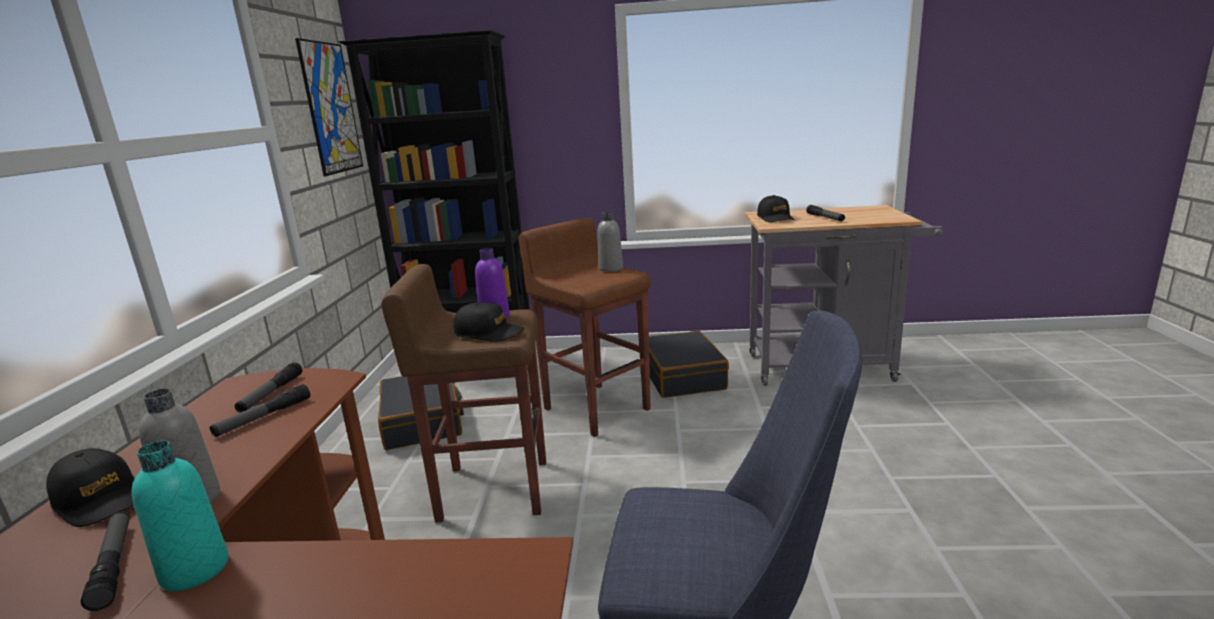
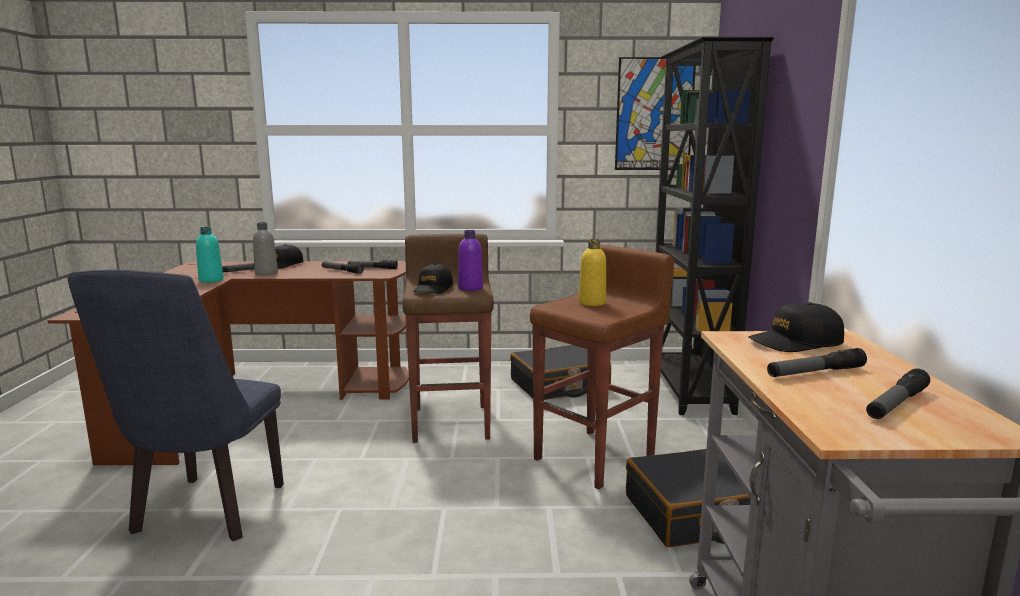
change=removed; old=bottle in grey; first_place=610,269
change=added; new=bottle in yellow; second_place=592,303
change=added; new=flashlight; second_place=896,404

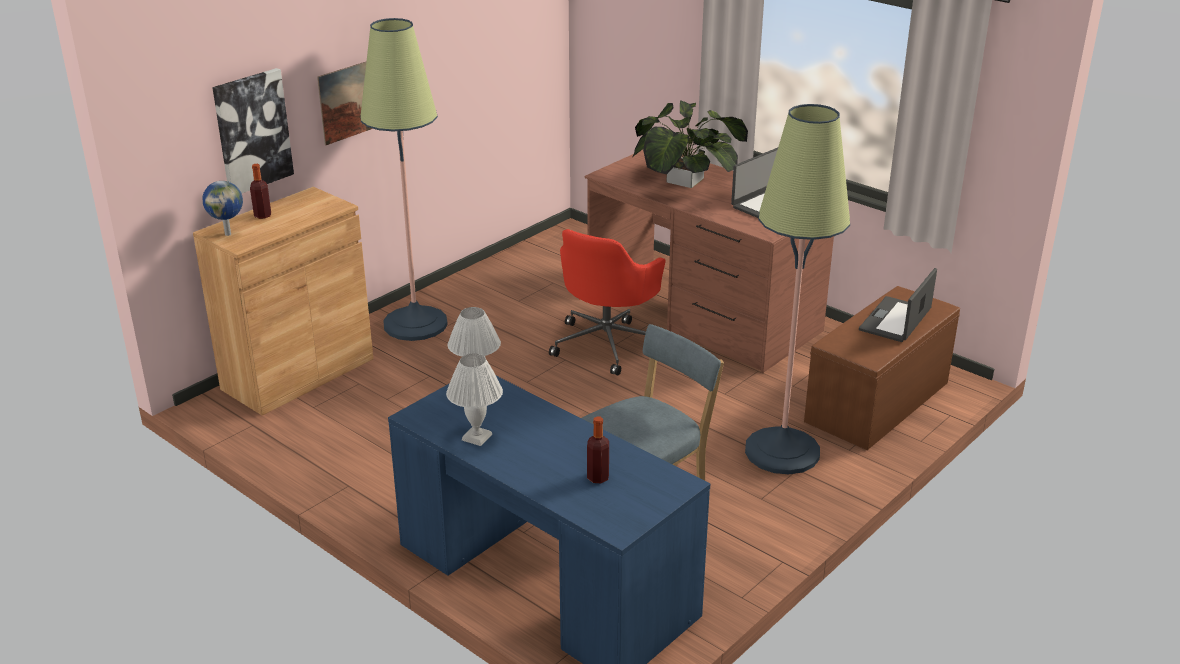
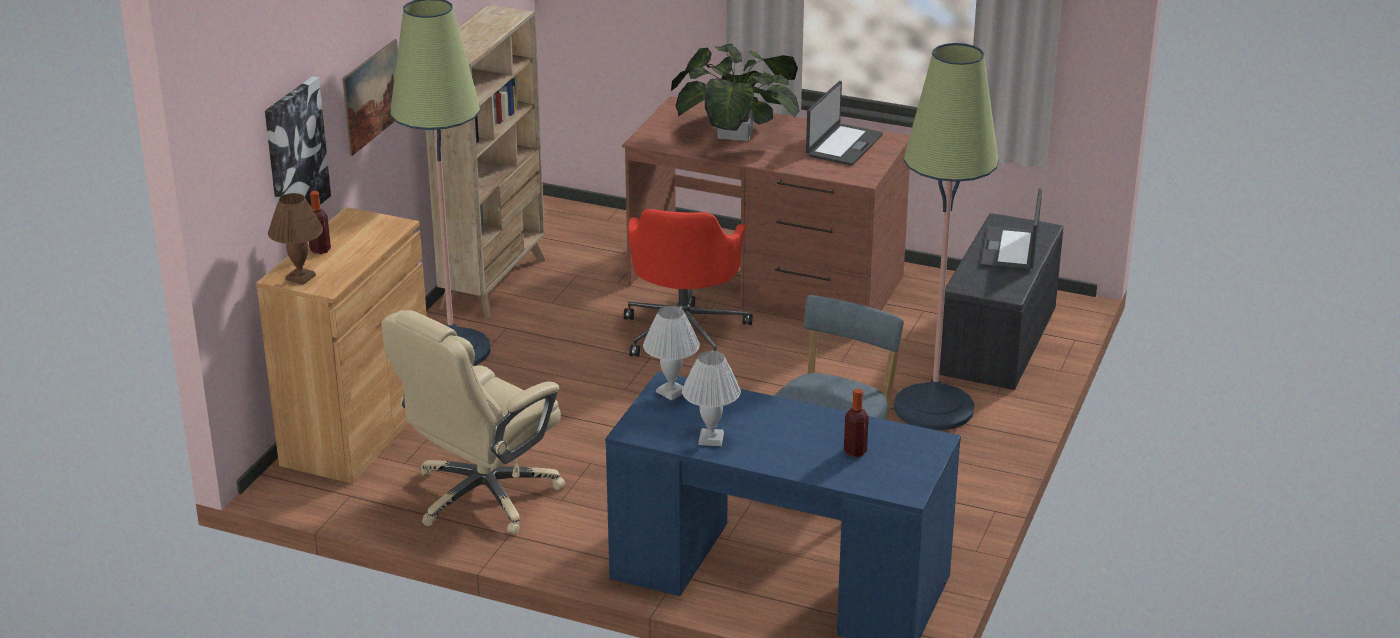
change=added; new=office chair in beige; second_place=482,496
change=added; new=bookcase in beige; second_place=494,283
change=replaced; old=globe; new=table lamp in brown; first_place=228,233; second_place=300,277
change=recoloured; old=bench in brown; new=bench in grey; first_place=878,403; second_place=999,341

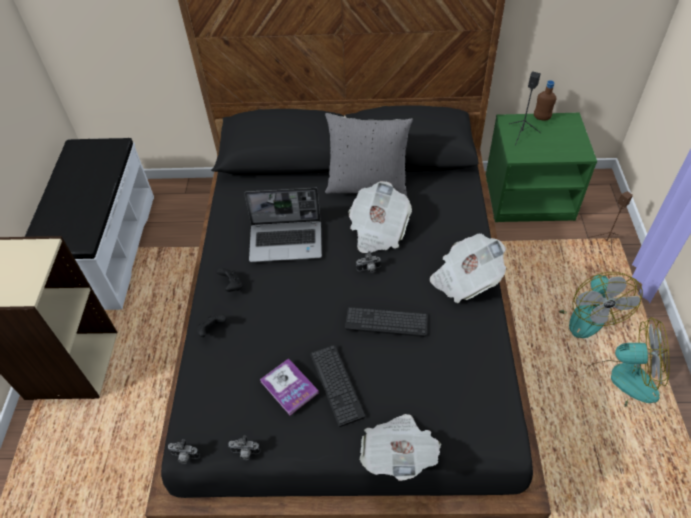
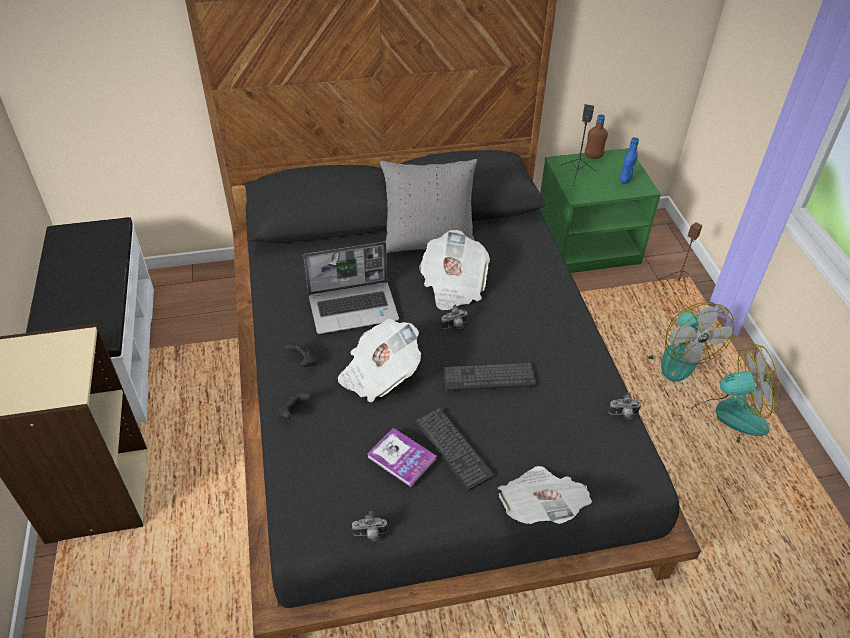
change=added; new=bottle in blue; second_place=625,180
change=moved; old=photo camera; first_place=184,457; second_place=623,415
change=moved; old=newspaper; first_place=465,279; second_place=379,374

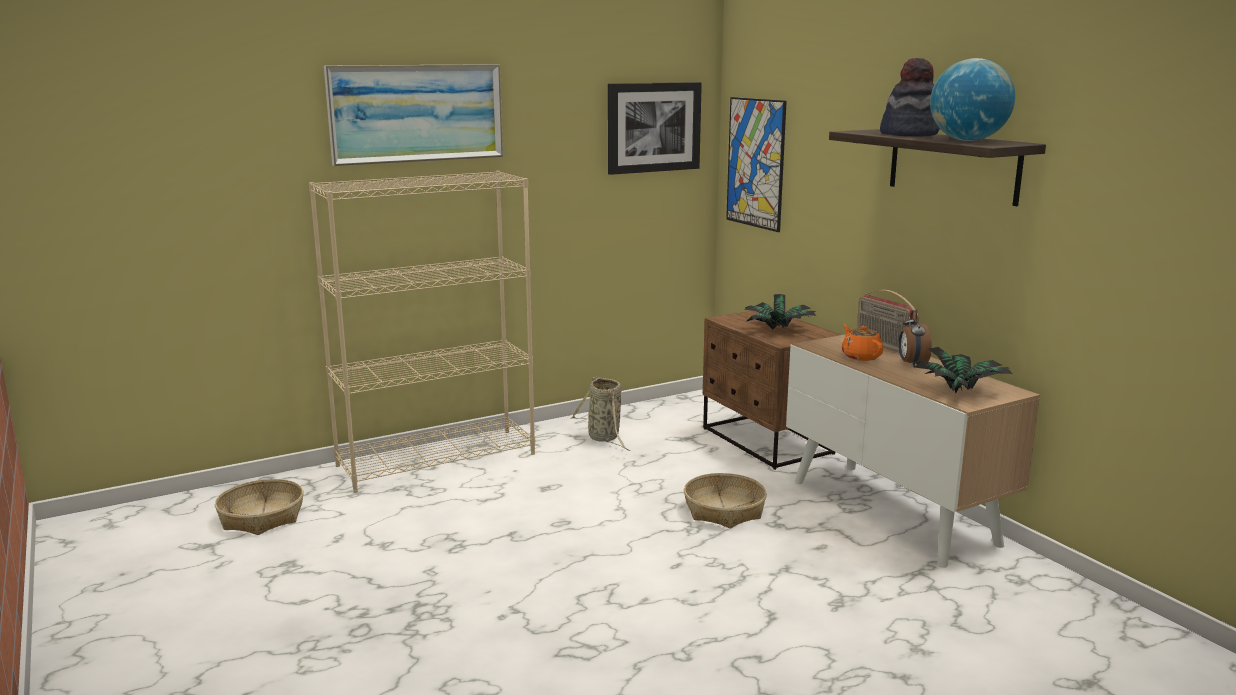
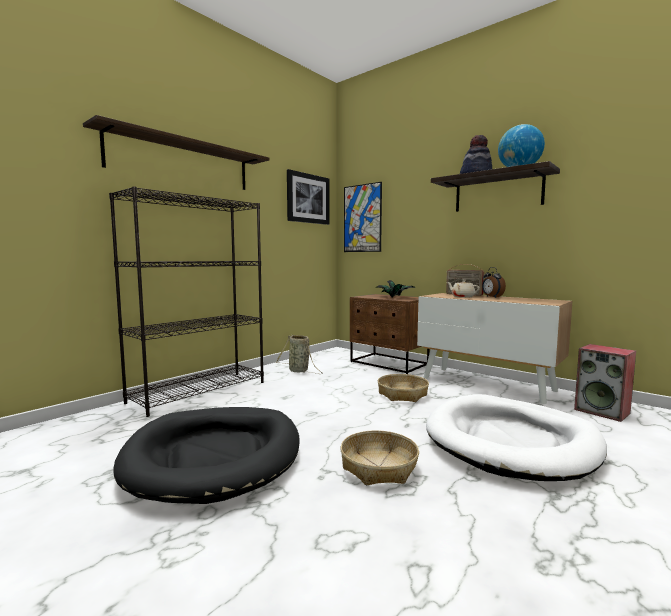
change=removed; old=potted plant; first_place=961,392
change=added; new=dog bed in black; second_place=214,456
change=added; new=dog bed in white; second_place=511,441
change=added; new=speaker; second_place=602,411
change=moved; old=basket; first_place=262,517; second_place=378,467
change=replaced; old=picture; new=shelf; first_place=416,113; second_place=182,162
change=recoloured; old=bookcase in beige; new=bookcase in black; first_place=437,459; second_place=199,391
change=recoloured; old=teapot in orange; new=teapot in beige; first_place=861,356; second_place=462,297

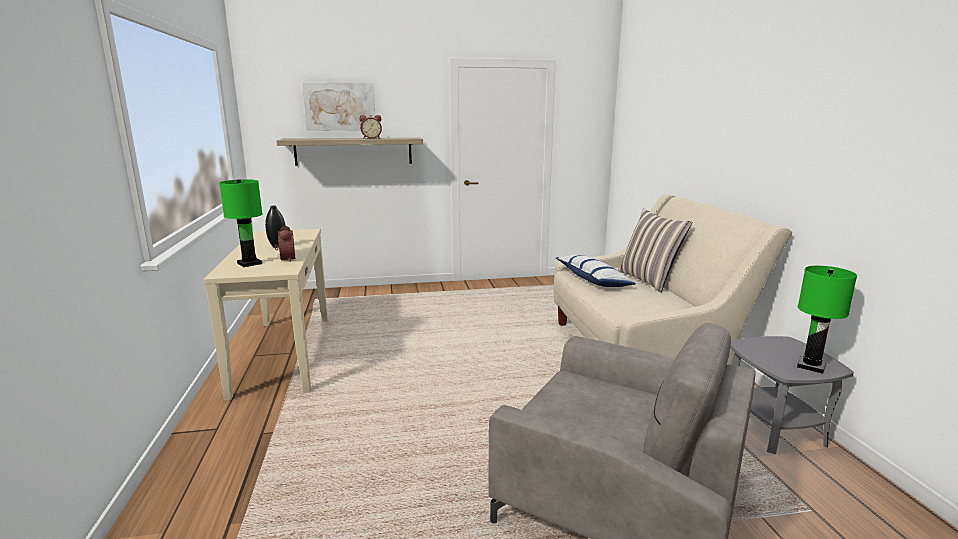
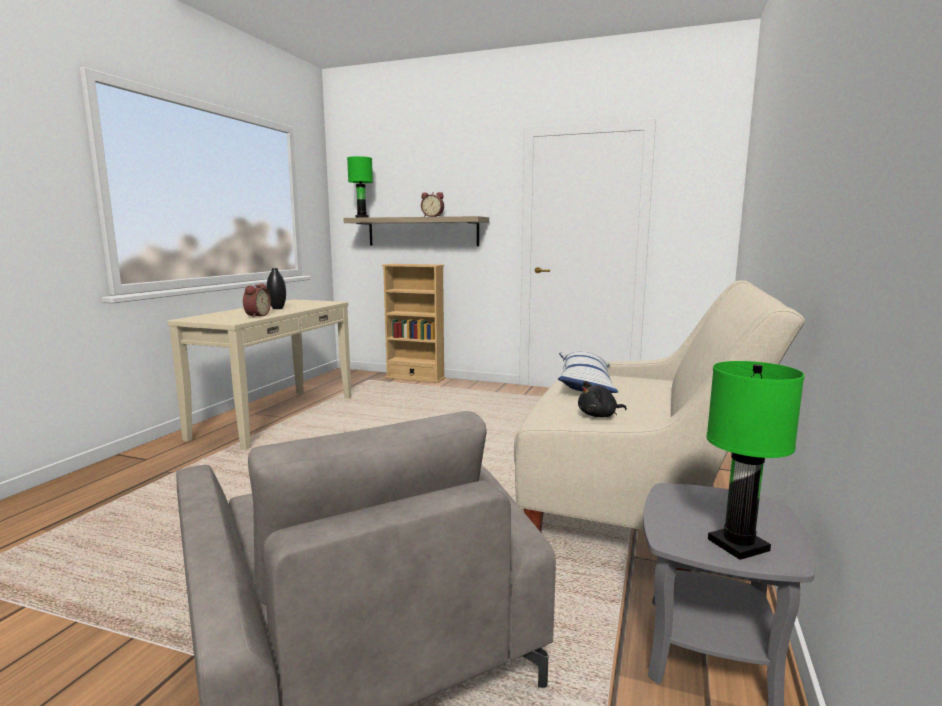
change=removed; old=picture; first_place=340,107
change=removed; old=pillow; first_place=648,280
change=added; new=bookcase in beige; second_place=415,378
change=added; new=plush toy in black; second_place=599,416
change=moved; old=table lamp in green; first_place=249,263; second_place=361,217

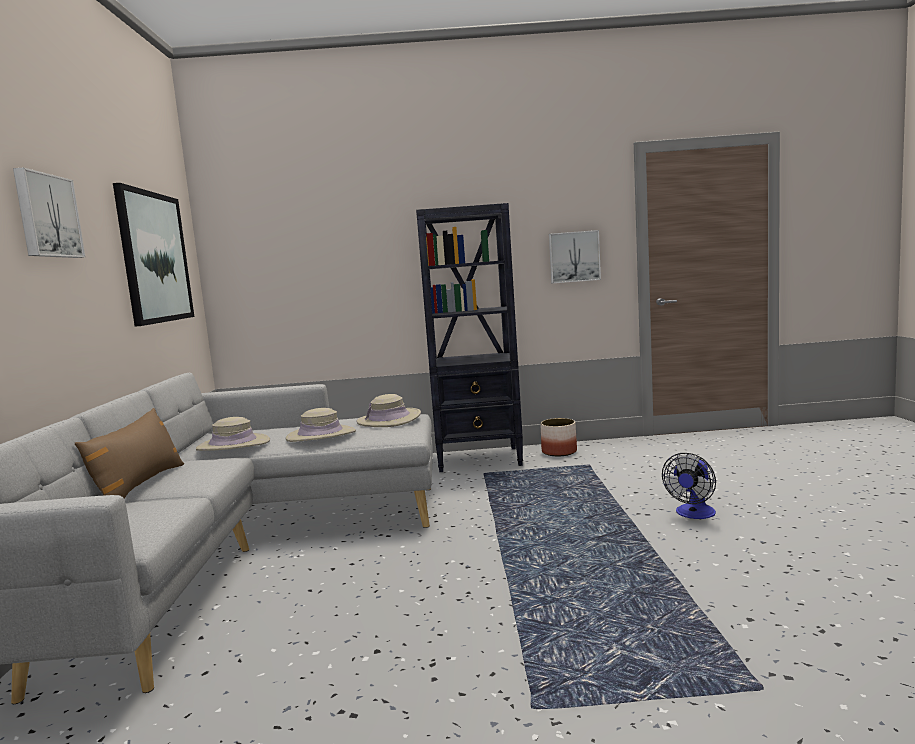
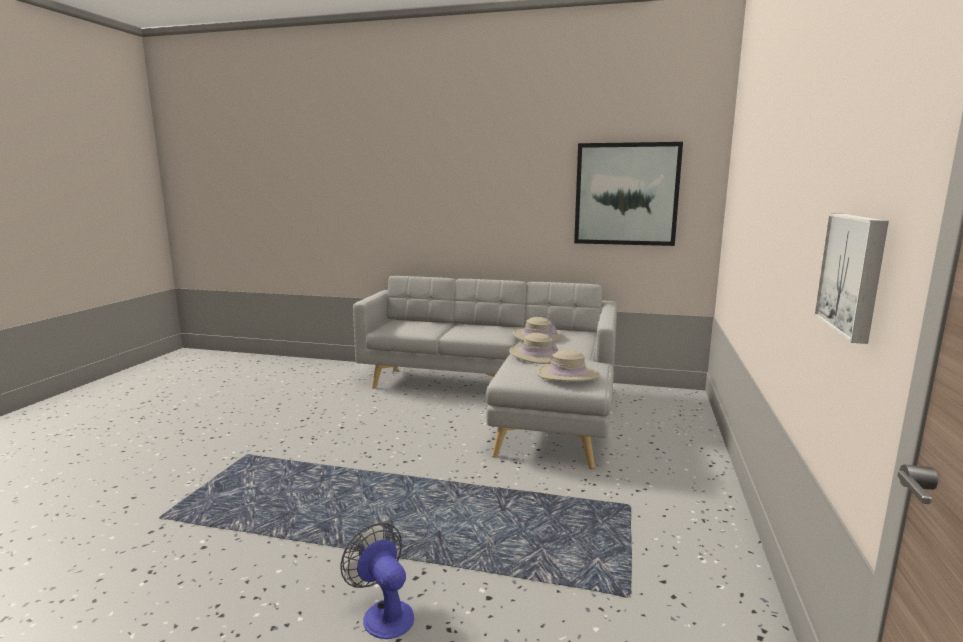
change=removed; old=picture; first_place=46,216
change=removed; old=pillow in brown; first_place=139,486
change=removed; old=bookcase in black; first_place=480,459
change=removed; old=planter; first_place=559,452

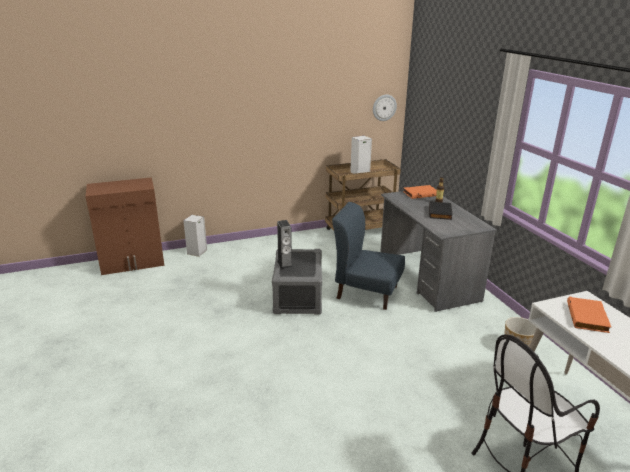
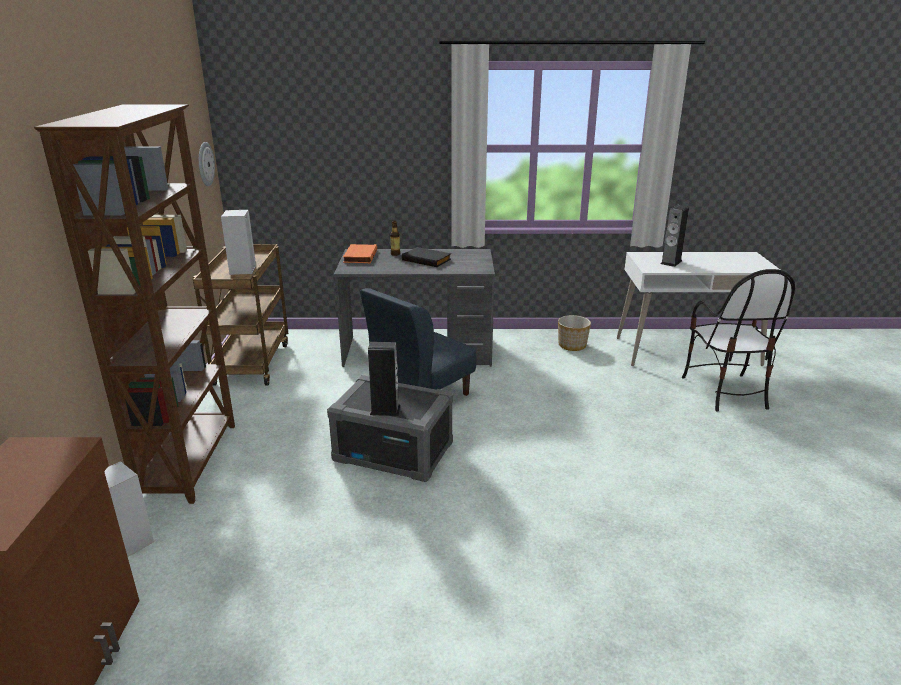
change=added; new=bookcase in brown; second_place=191,460
change=replaced; old=book in orange; new=speaker; first_place=588,317; second_place=671,262

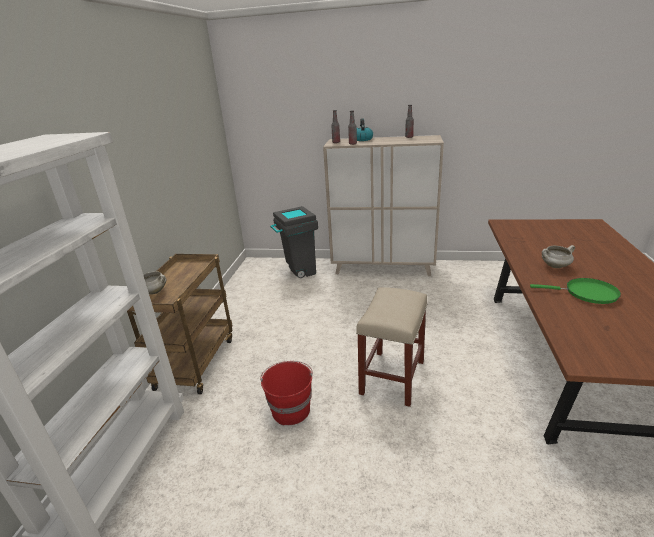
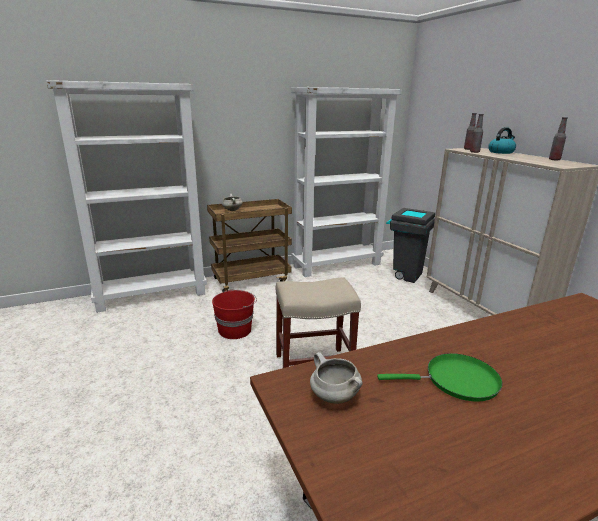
change=added; new=bookcase in white; second_place=337,265
change=moved; old=cooking pot in white; first_place=555,266; second_place=333,397
change=turned; old=frying pan in green; first_place=587,293; second_place=456,381; degrees=-75

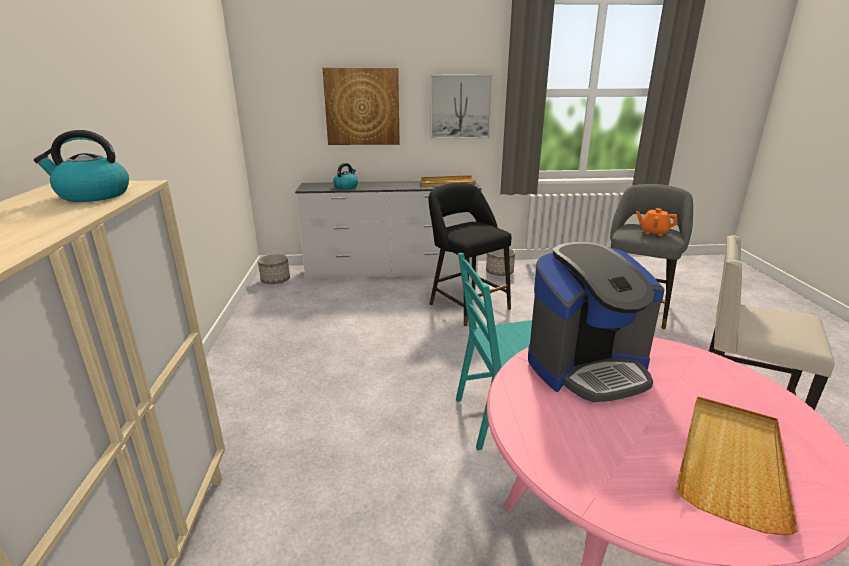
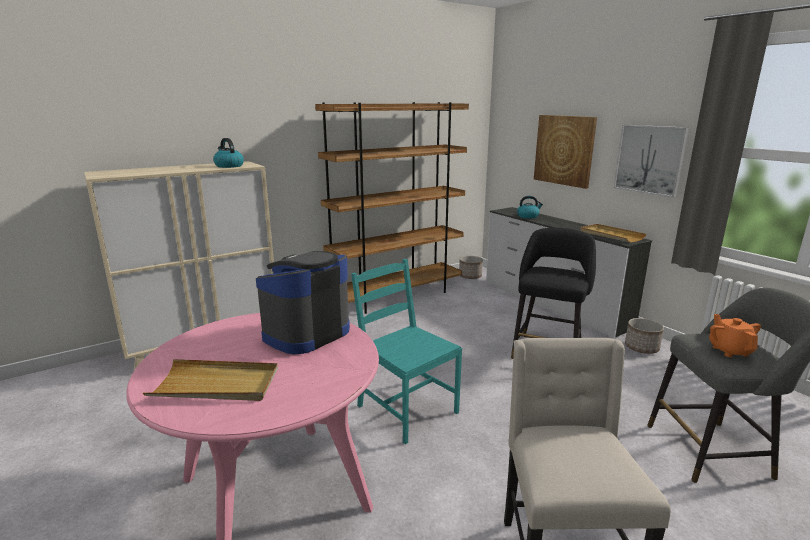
change=added; new=bookcase in brown; second_place=397,296
change=turned; old=coffee machine; first_place=587,367; second_place=305,333; degrees=90

